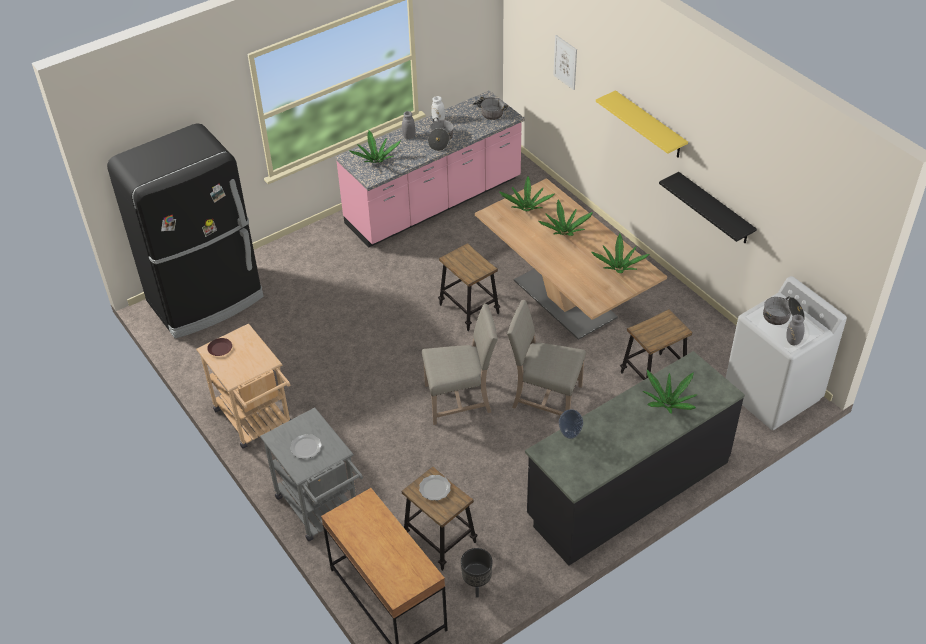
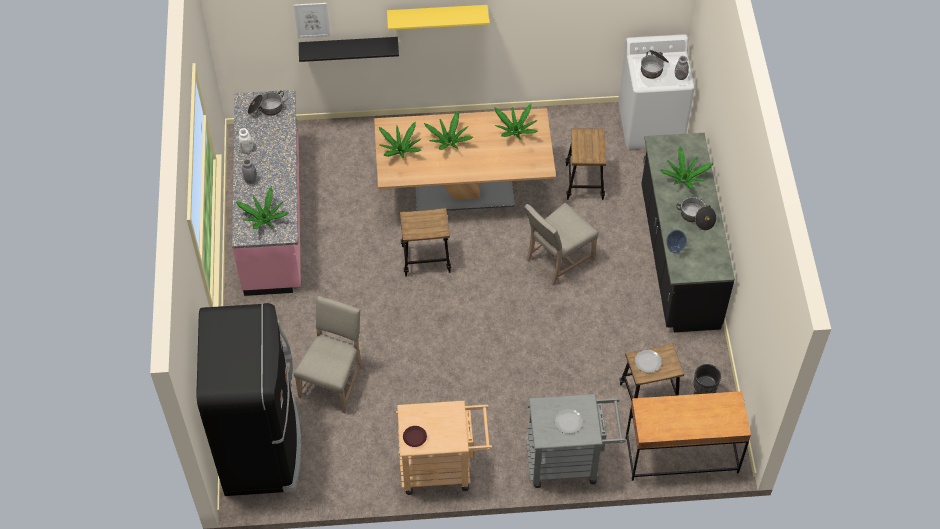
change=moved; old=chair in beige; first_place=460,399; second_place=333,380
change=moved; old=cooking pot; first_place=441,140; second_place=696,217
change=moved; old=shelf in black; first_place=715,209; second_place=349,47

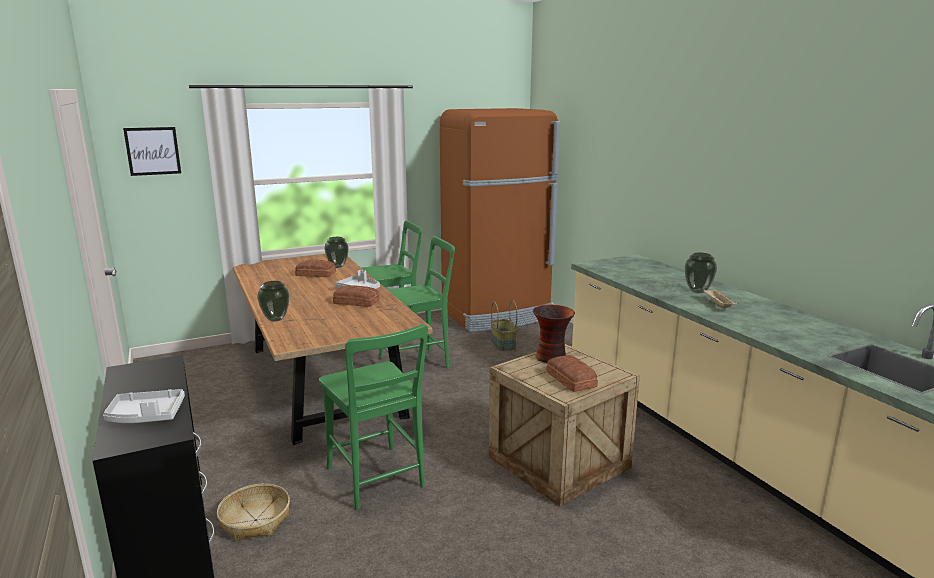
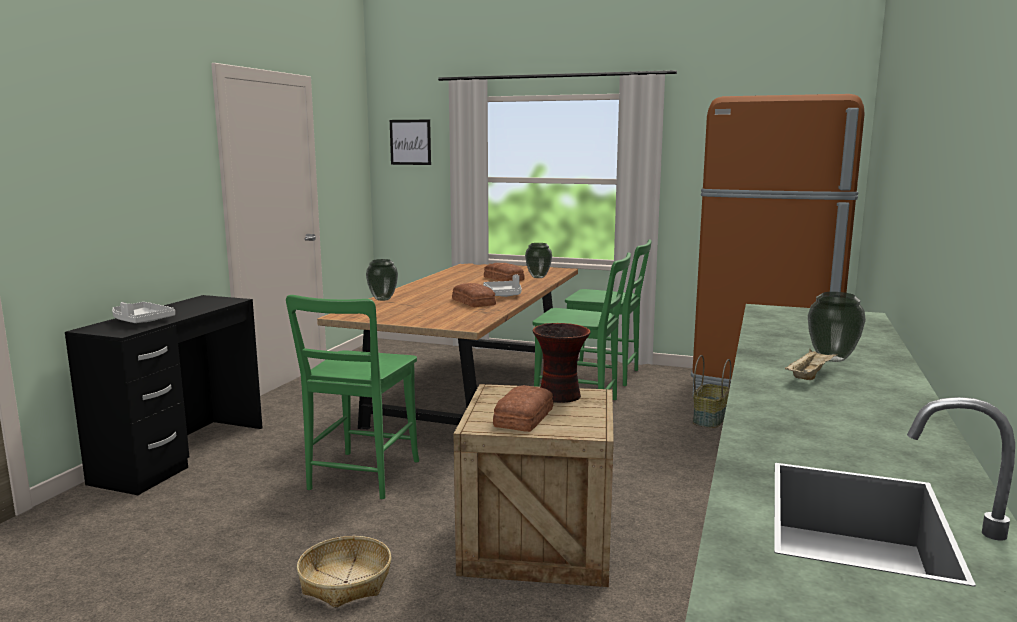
change=moved; old=basket; first_place=255,520; second_place=345,582

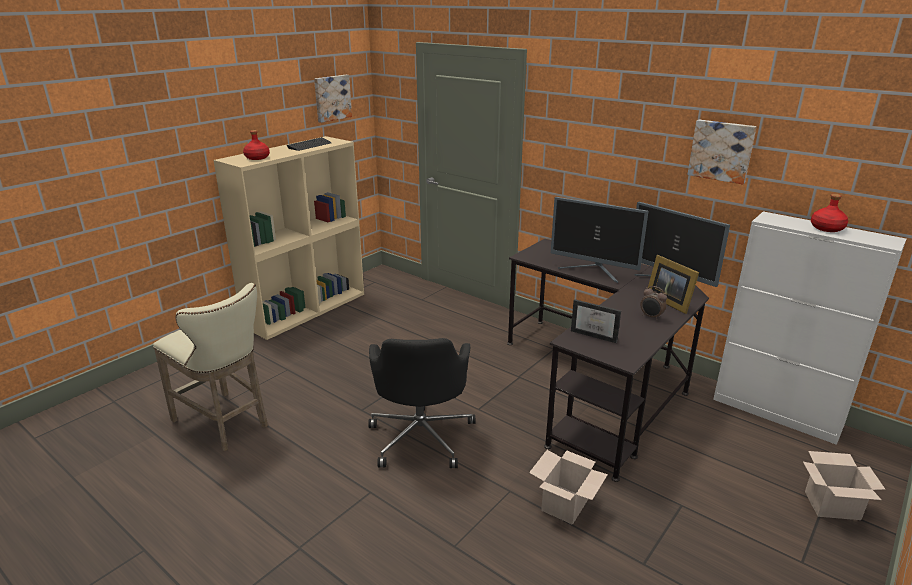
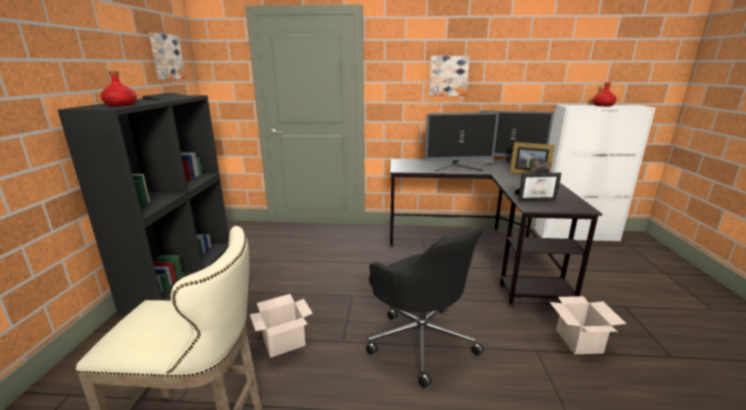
change=moved; old=picture; first_place=721,151; second_place=448,76
change=moved; old=cardboard box; first_place=833,505; second_place=285,341
change=recoloured; old=bookcase in beige; new=bookcase in black; first_place=306,309; second_place=182,274

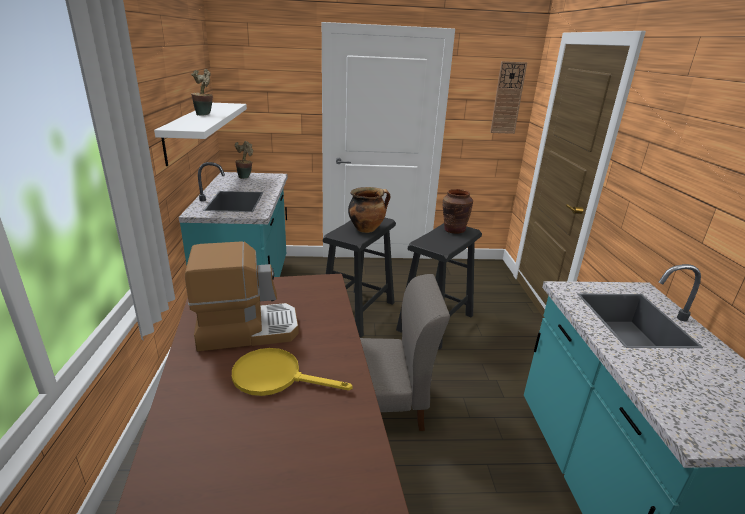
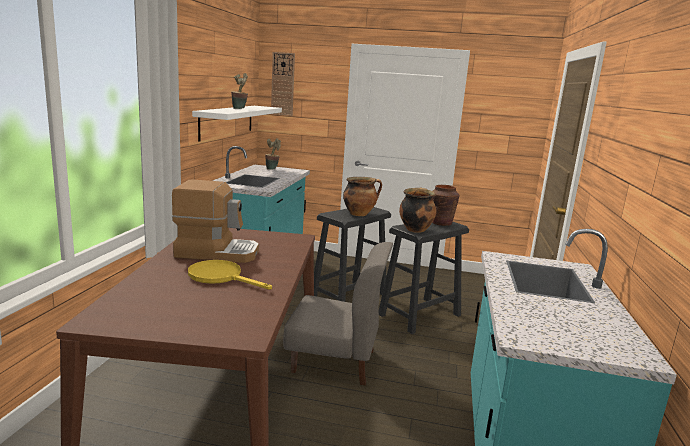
change=added; new=cooking pot; second_place=415,229
change=moved; old=wall clock; first_place=507,98; second_place=283,84

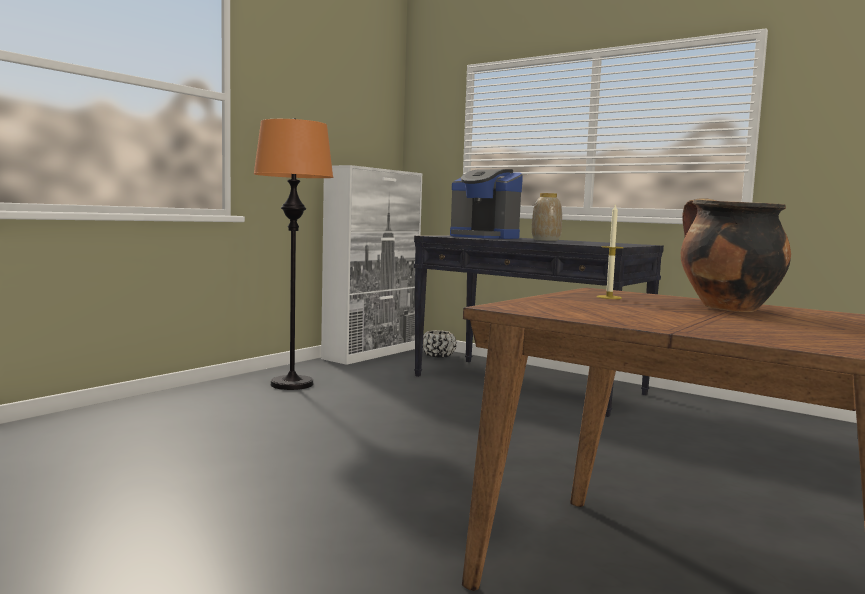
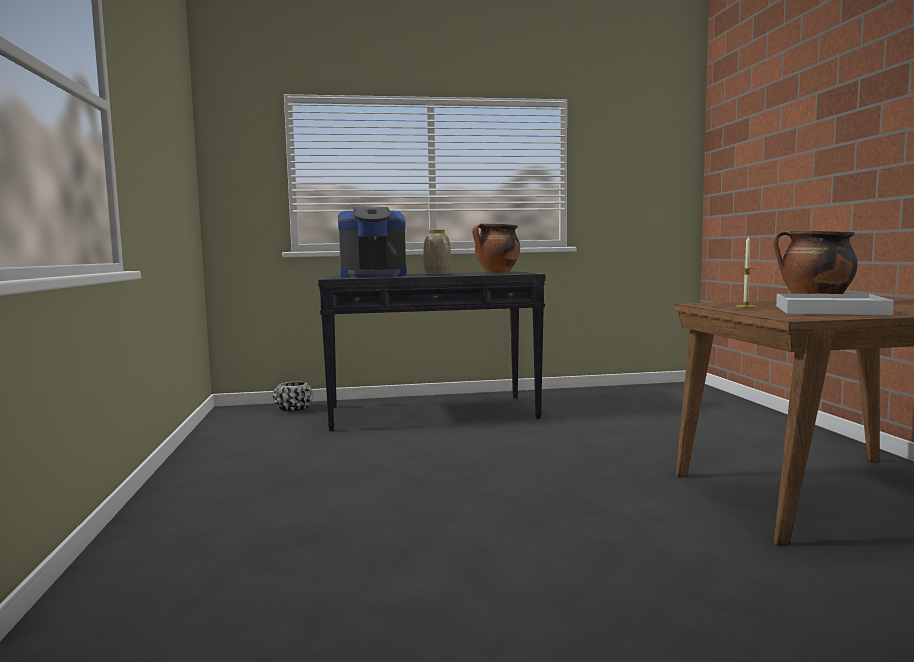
change=removed; old=floor lamp in orange; first_place=292,384
change=removed; old=cabinet in white; first_place=372,353
change=added; new=cooking pot; second_place=497,273
change=added; new=tray in white; second_place=829,310

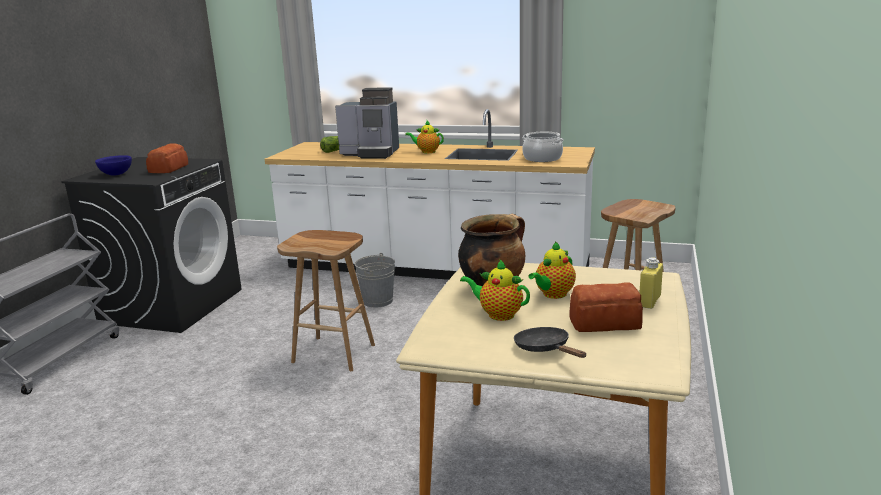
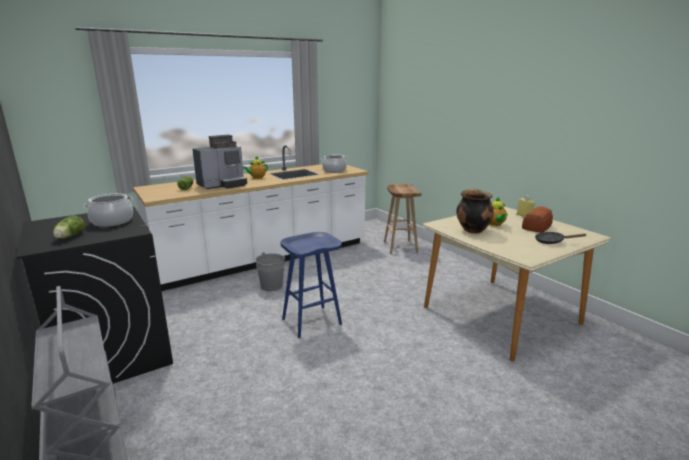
change=removed; old=teapot; first_place=498,314
change=replaced; old=bowl in blue; new=lettuce; first_place=117,174; second_place=69,237
change=replaced; old=bread; new=cooking pot; first_place=170,168; second_place=112,221
change=recoloured; old=stool in brown; new=stool in blue; first_place=335,353; second_place=312,321

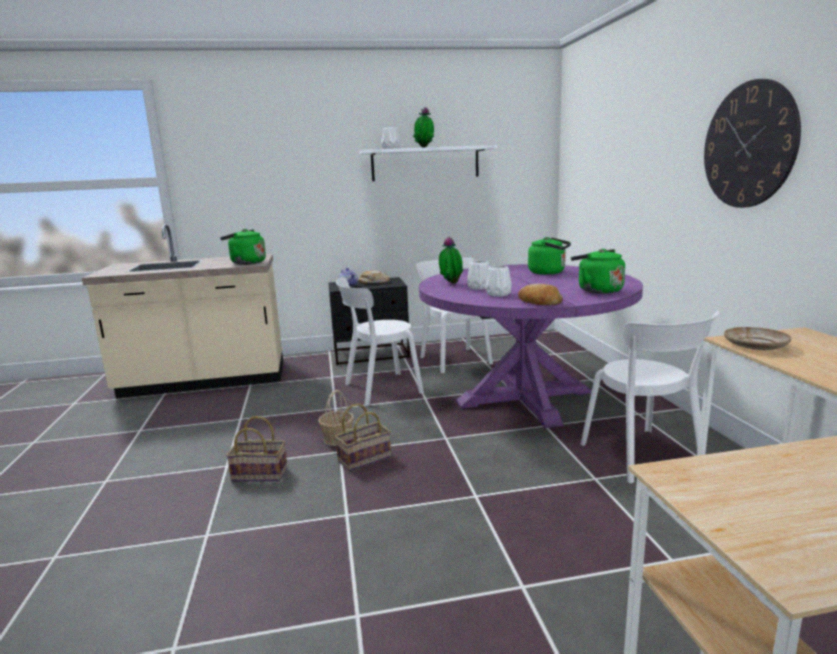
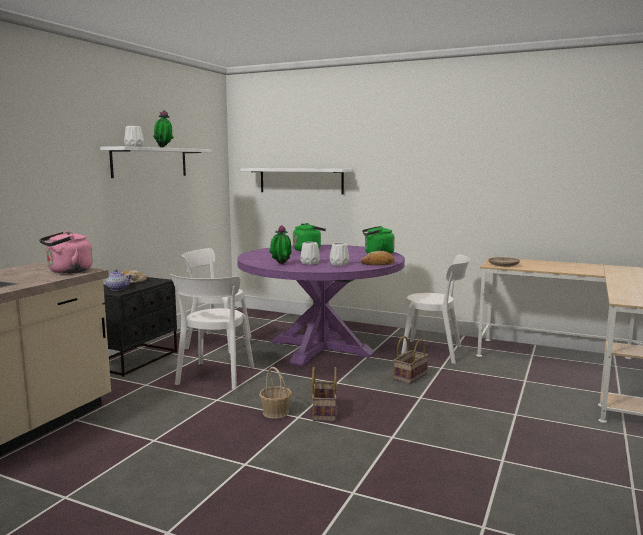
change=removed; old=wall clock; first_place=749,145
change=added; new=shelf in white; second_place=301,180
change=moved; old=basket; first_place=261,474; second_place=410,376
change=recoloured; old=kettle in green; new=kettle in pink; first_place=246,263; second_place=67,271

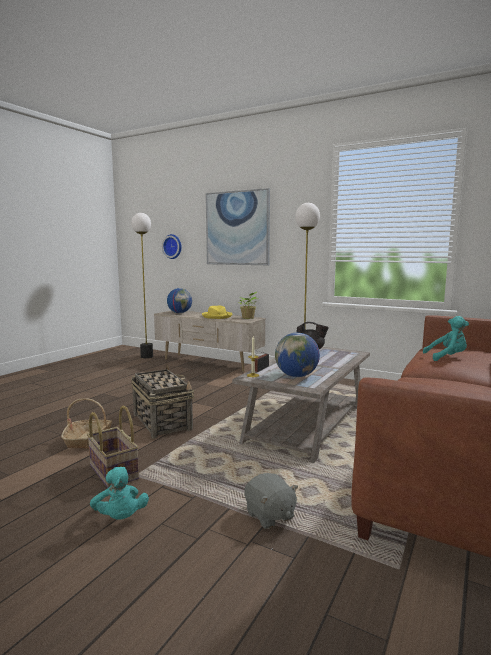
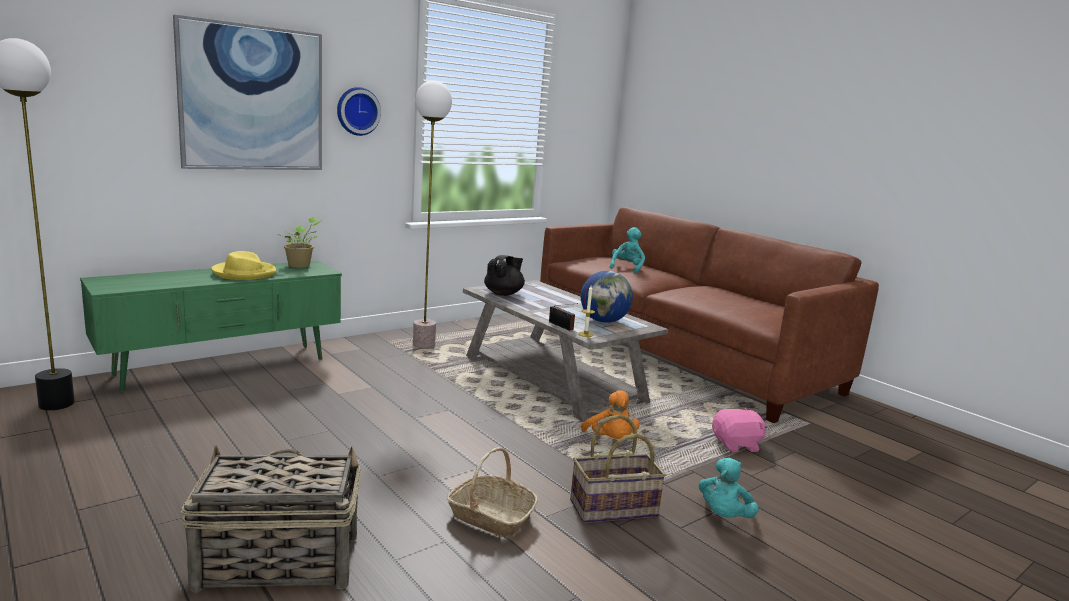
change=removed; old=globe; first_place=180,313
change=added; new=plush toy in orange; second_place=610,440
change=moved; old=basket; first_place=162,422; second_place=276,561
change=moved; old=wall clock; first_place=173,246; second_place=357,111
change=recoloured; old=tv stand in beige; new=tv stand in green; first_place=208,363; second_place=223,367
change=recoloured; old=plush toy in grey; new=plush toy in pink; first_place=269,515; second_place=736,445
change=turned; old=plush toy in turquoise; first_place=120,518; second_place=723,516; degrees=120

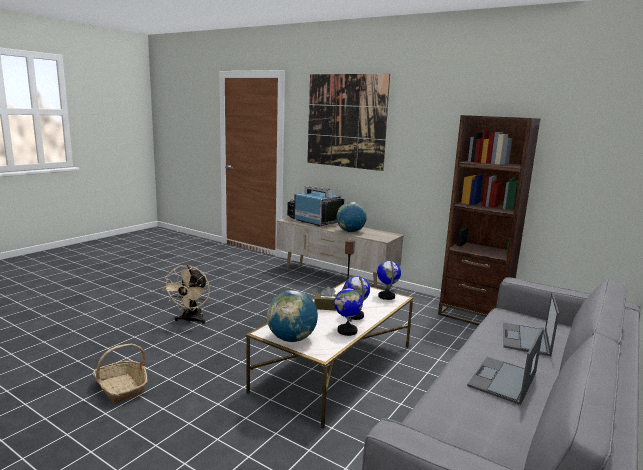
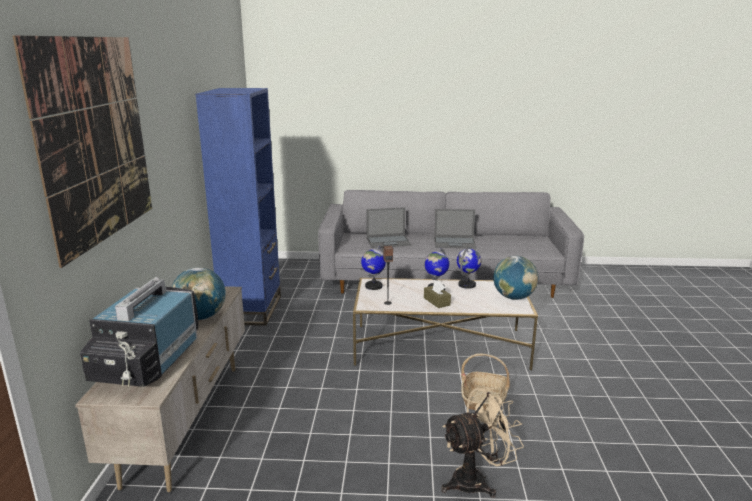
change=moved; old=basket; first_place=121,388; second_place=484,398
change=recoloured; old=bookcase in brown; new=bookcase in blue; first_place=474,315; second_place=251,309

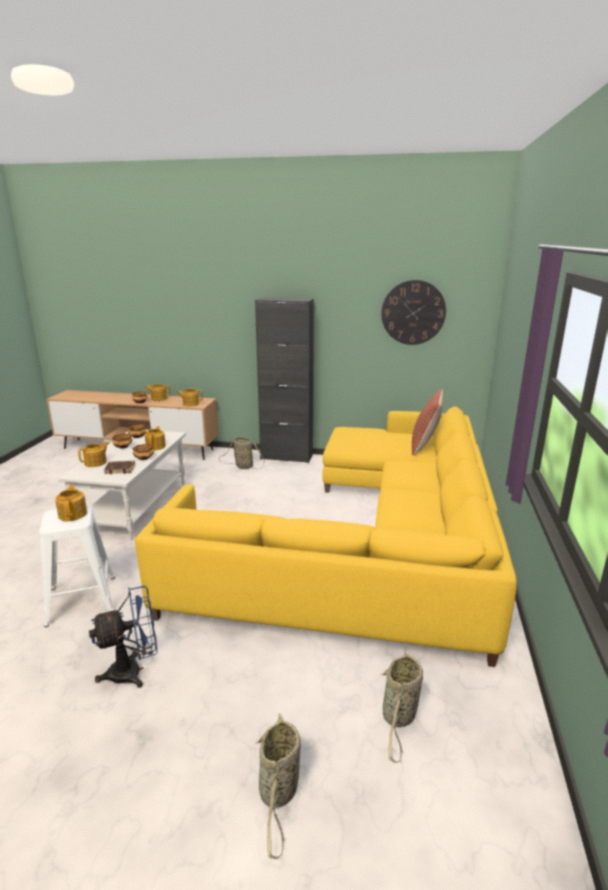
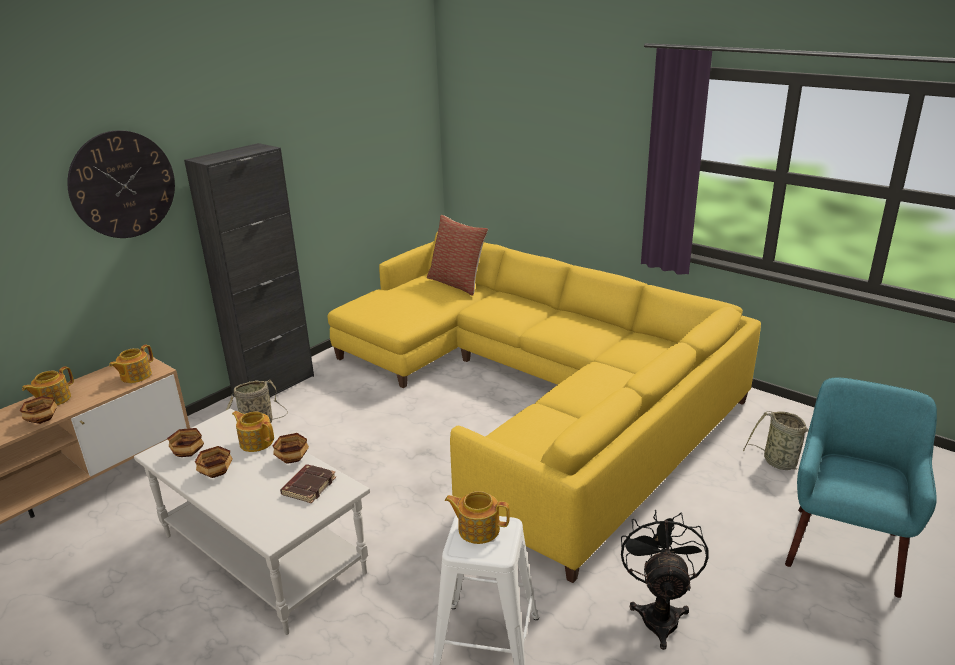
change=removed; old=teapot; first_place=96,463
change=moved; old=wall clock; first_place=413,312; second_place=123,185
change=replaced; old=basket; new=armchair in turquoise; first_place=278,793; second_place=844,548
change=recoloured; old=fan in blue; new=fan in black; first_place=134,671; second_place=659,613

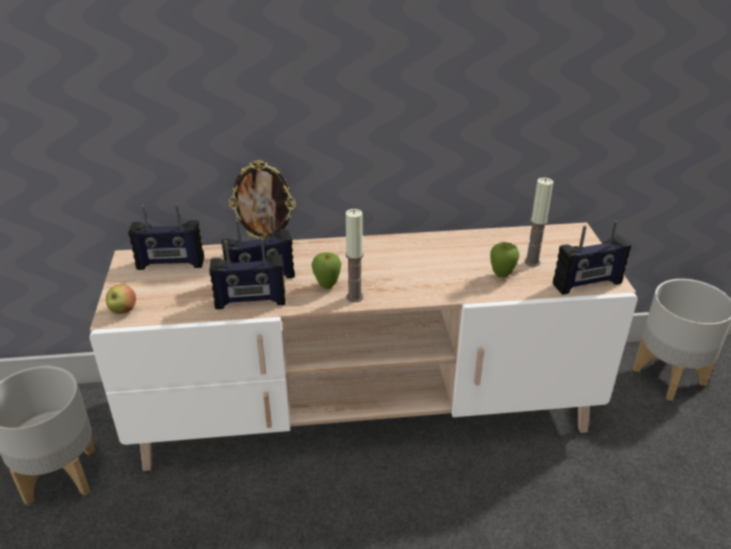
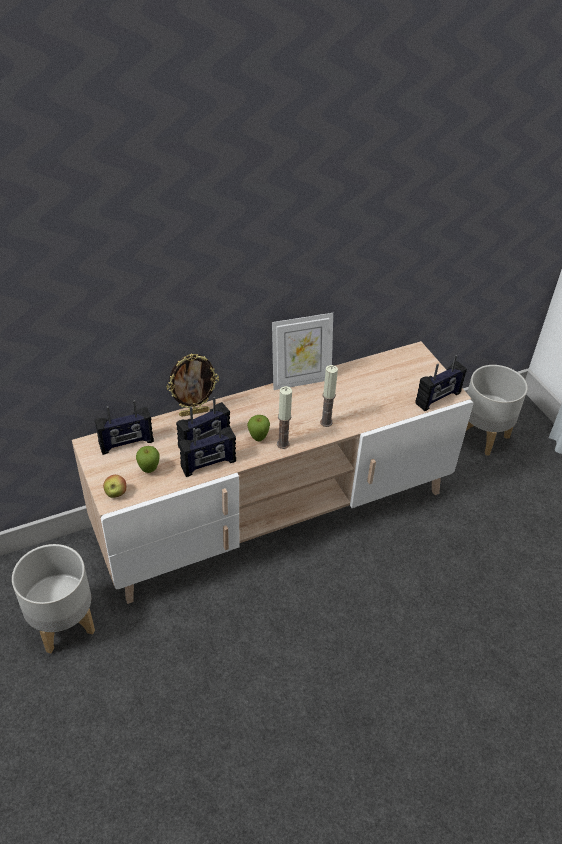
change=added; new=picture frame; second_place=300,380
change=moved; old=apple; first_place=501,275; second_place=149,470
change=moved; old=candle; first_place=532,262; second_place=326,422

